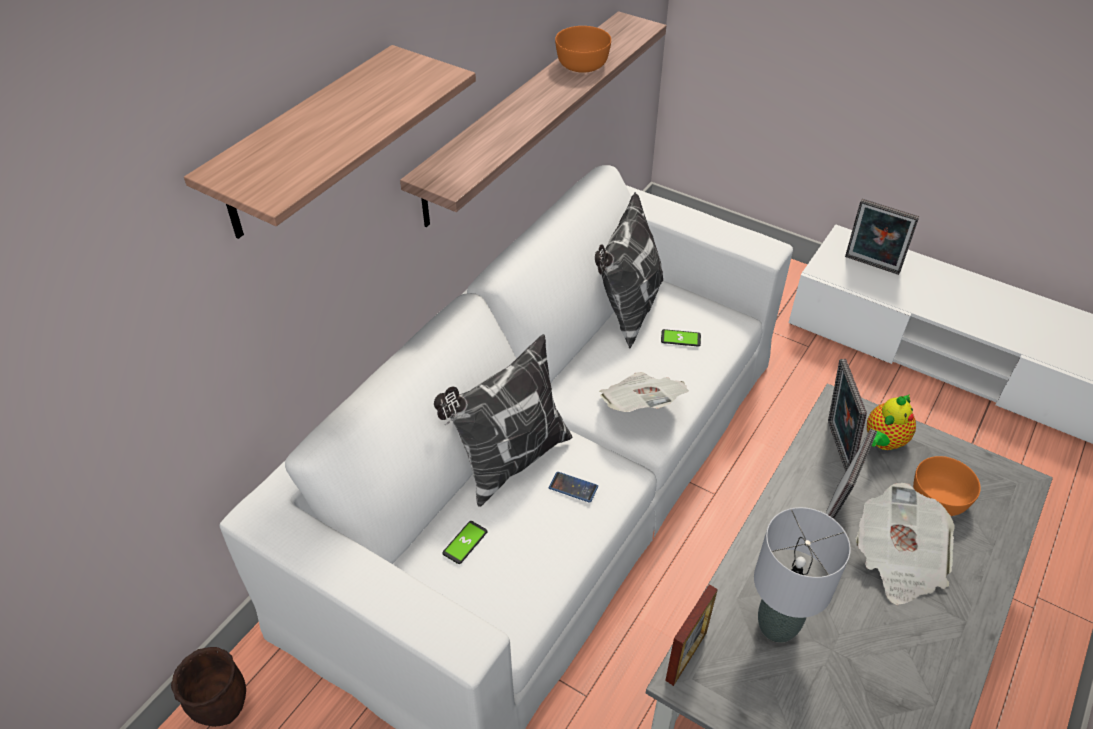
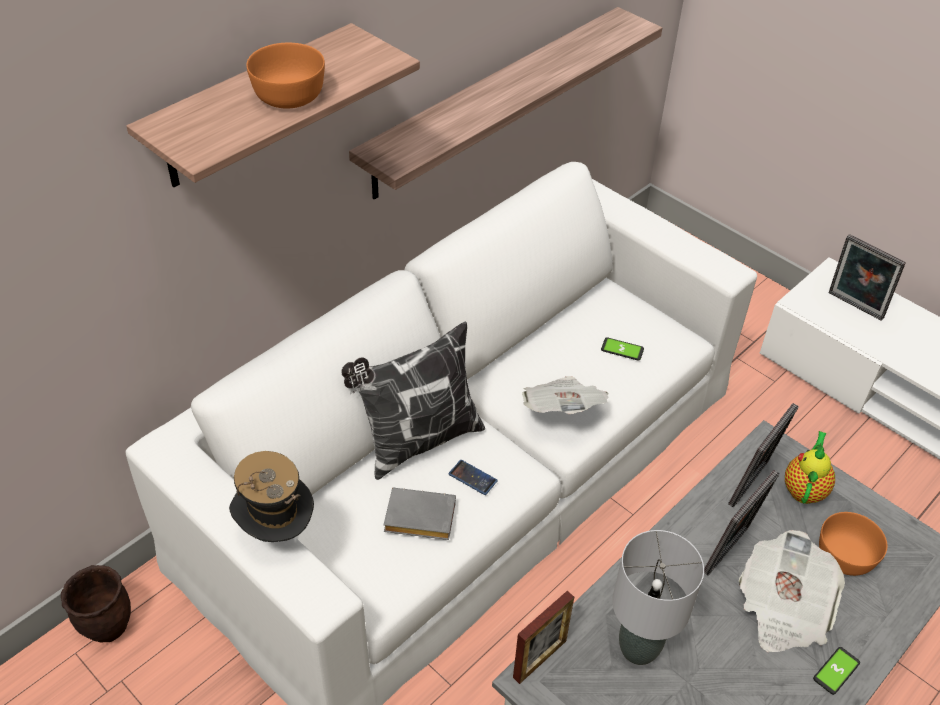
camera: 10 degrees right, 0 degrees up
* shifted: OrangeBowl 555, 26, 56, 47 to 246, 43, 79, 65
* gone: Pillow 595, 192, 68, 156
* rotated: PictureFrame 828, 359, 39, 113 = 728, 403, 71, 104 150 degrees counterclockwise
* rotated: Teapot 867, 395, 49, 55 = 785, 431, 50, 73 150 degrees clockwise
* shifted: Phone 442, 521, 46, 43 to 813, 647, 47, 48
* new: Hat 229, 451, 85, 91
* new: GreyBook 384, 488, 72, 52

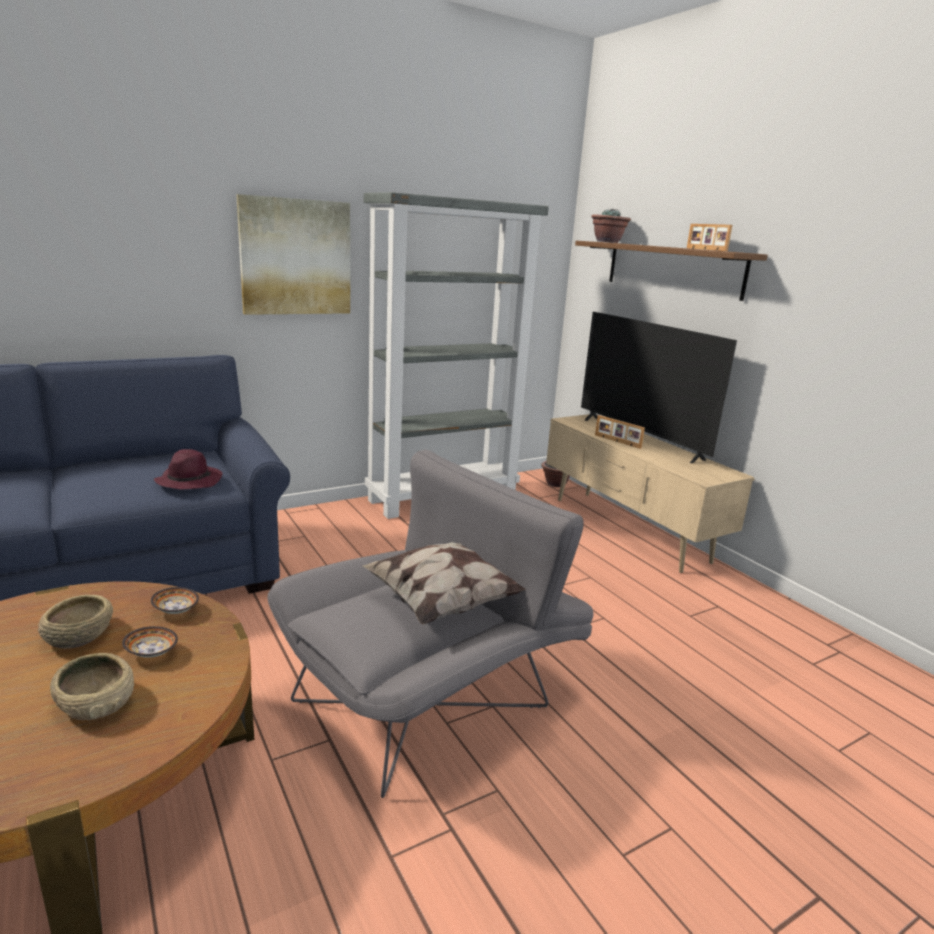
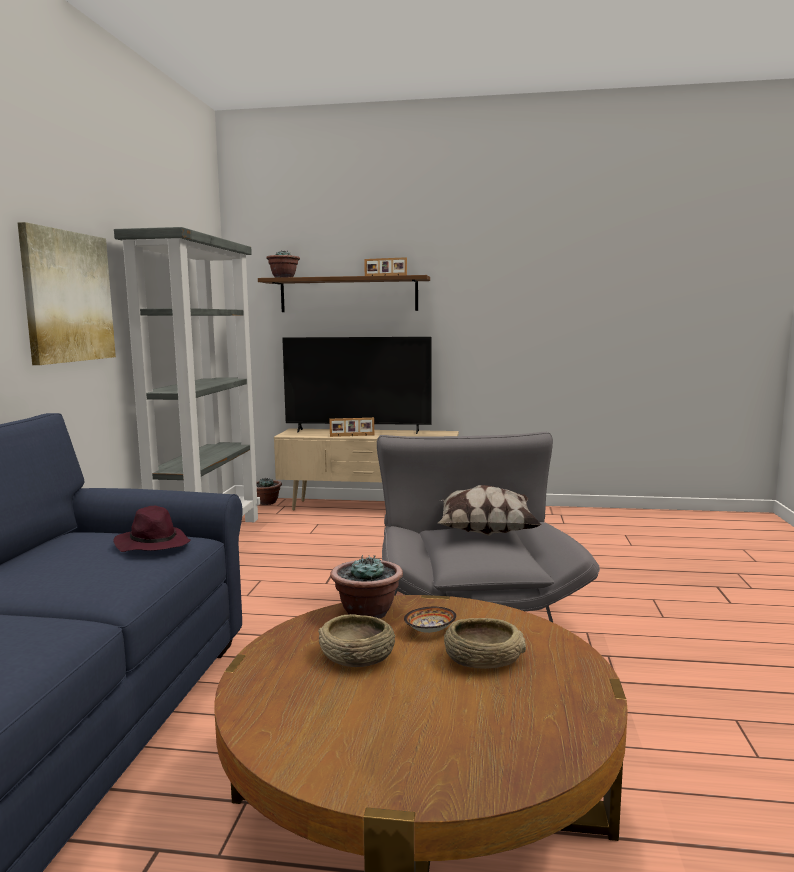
camera: 50 degrees left, 10 degrees down
* swapped: Bowl 151, 587, 48, 27 to PottedPlant 330, 555, 73, 64

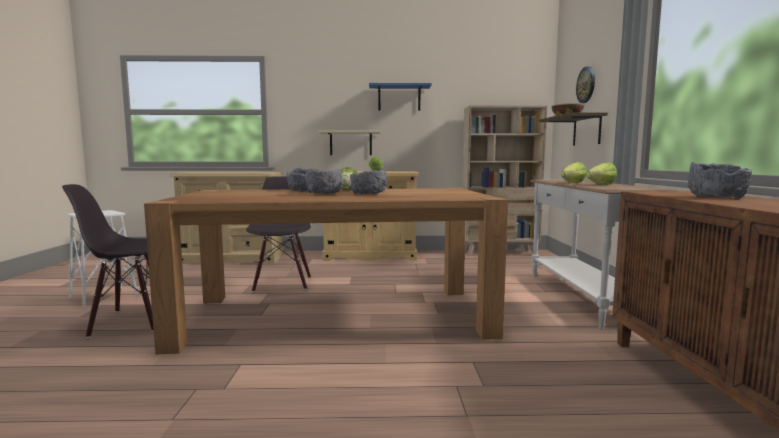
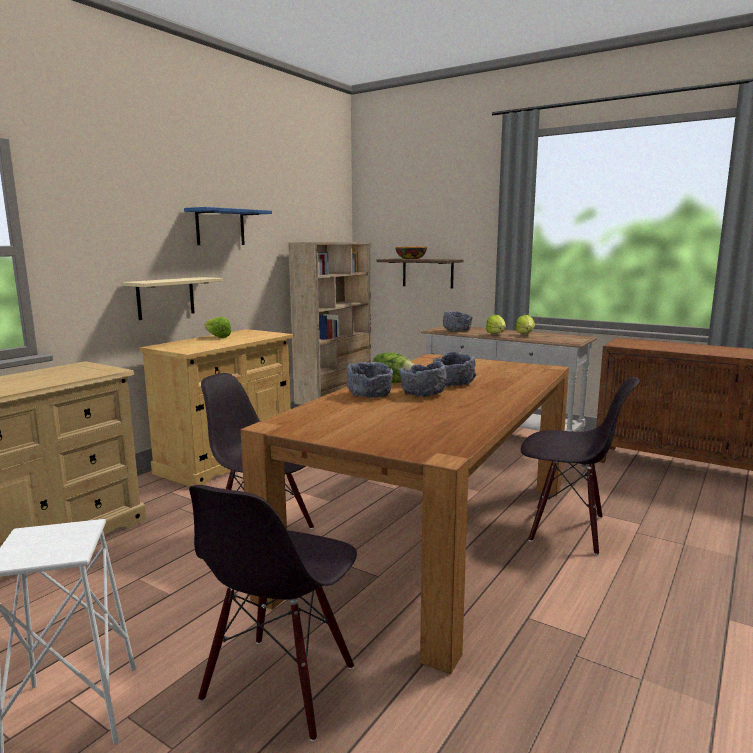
camera: 55 degrees left, 5 degrees up
* gone: WallClock 576, 67, 19, 36
* shifted: GreyBowl 688, 162, 64, 36 to 443, 311, 30, 20
* new: BlackChair 521, 377, 119, 178

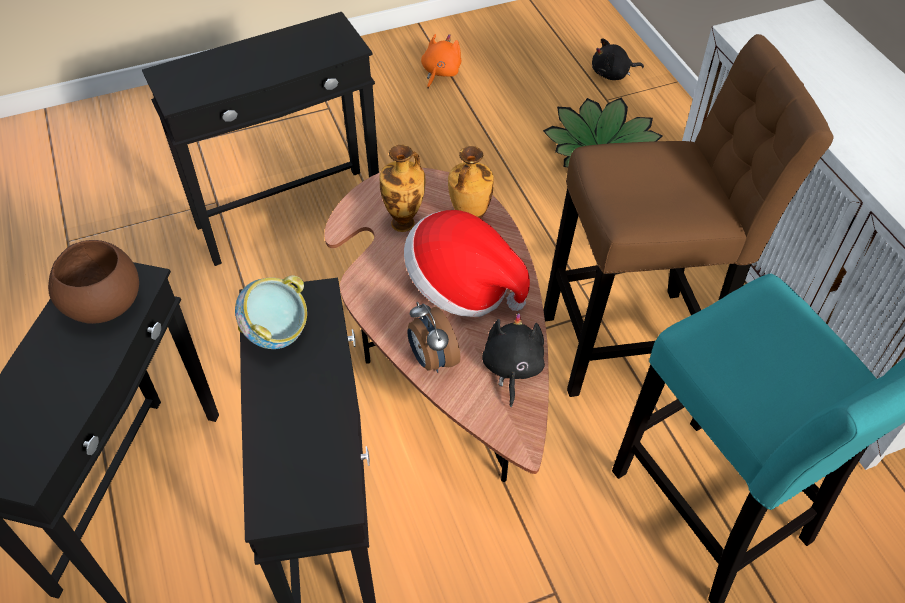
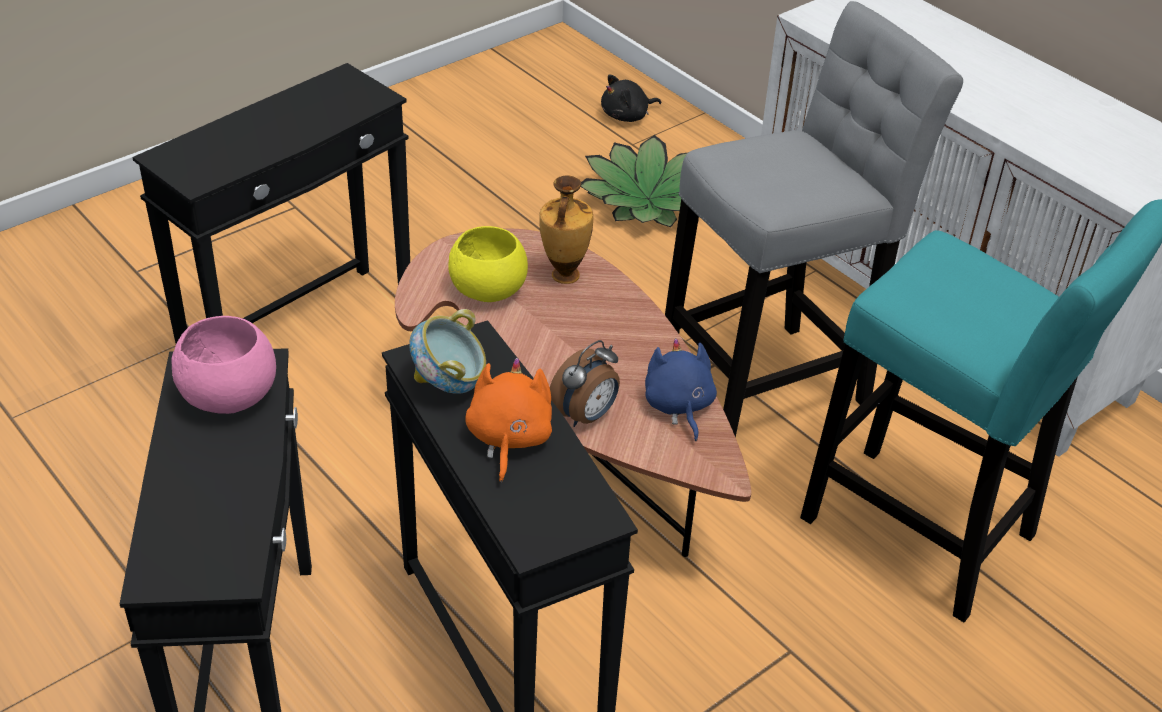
camera: 20 degrees left, 10 degrees down
* shifted: OrangePlushToy 421, 34, 41, 55 to 465, 358, 87, 125
* repainted: BrownStool 543, 34, 291, 363 to GreyStool 665, 1, 298, 436
* swapped: Vase 379, 145, 46, 87 to YellowBowl 448, 226, 80, 76
* gone: Hat 404, 210, 126, 107
* repainted: BrownBowl 48, 240, 91, 84 to PinkBowl 171, 316, 105, 98
* rotated: AlarmClock 407, 302, 54, 71 = 550, 340, 70, 87 90 degrees counterclockwise
* repainted: BlackPlushToy 482, 313, 63, 94 to BluePlushToy 645, 338, 72, 103

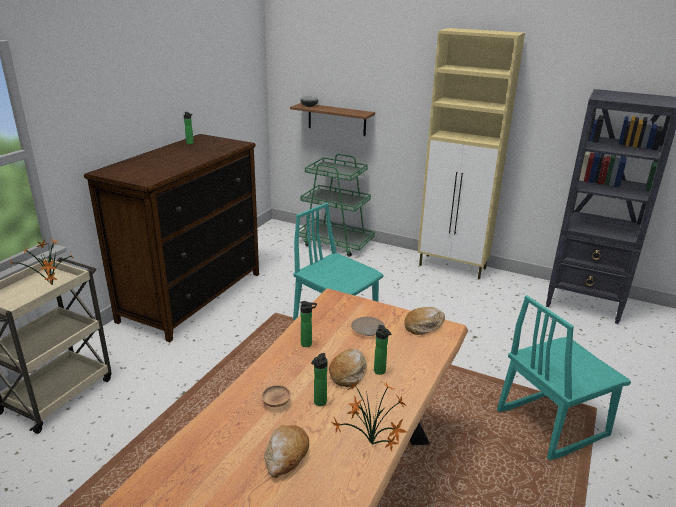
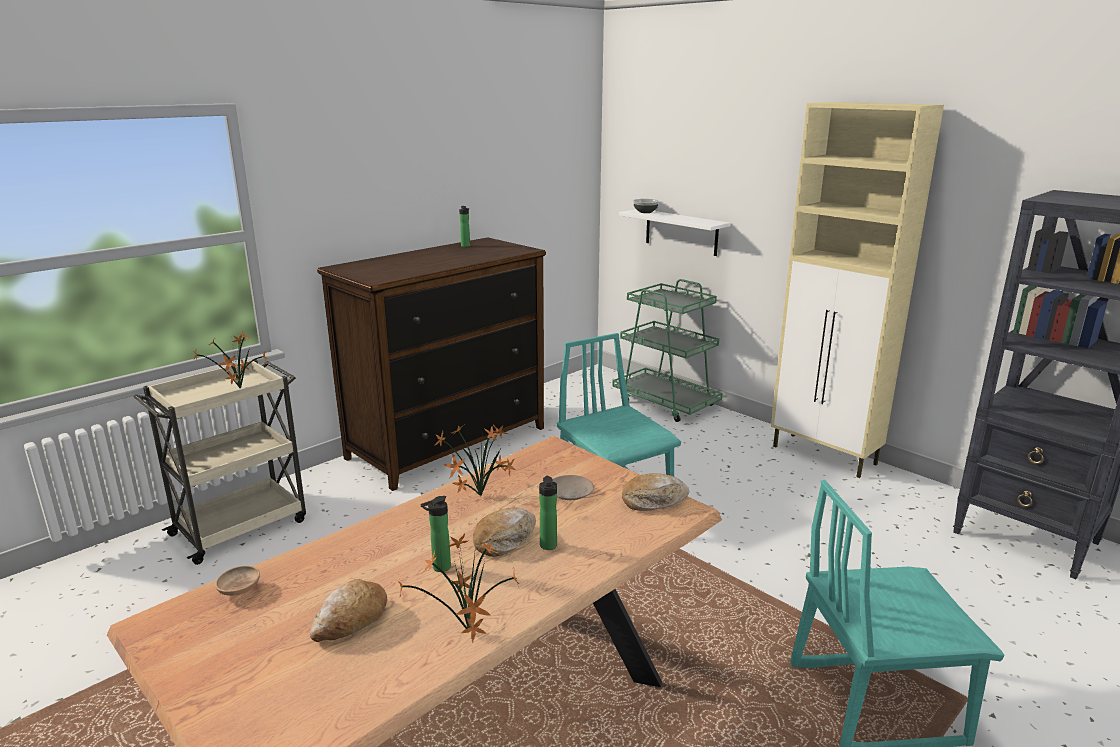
camera: 20 degrees right, 5 degrees down
* repainted: BrownShelf 290, 103, 85, 33 to WhiteShelf 619, 209, 112, 47
* swapped: Bottle 300, 301, 17, 46 to PottedPlant 434, 423, 82, 74
* shifted: BrownBowl 261, 385, 30, 22 to 215, 566, 45, 30

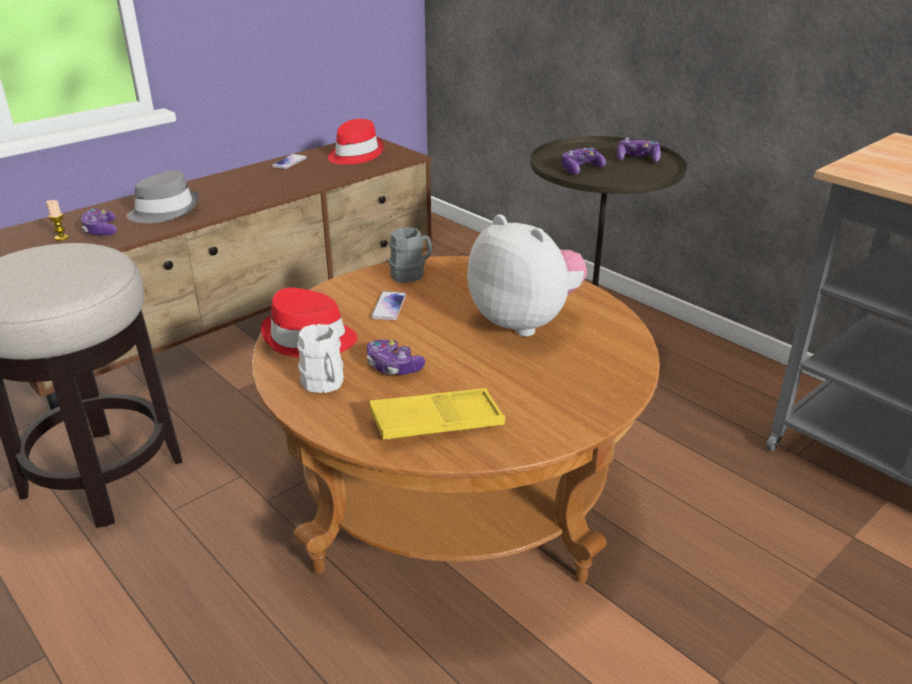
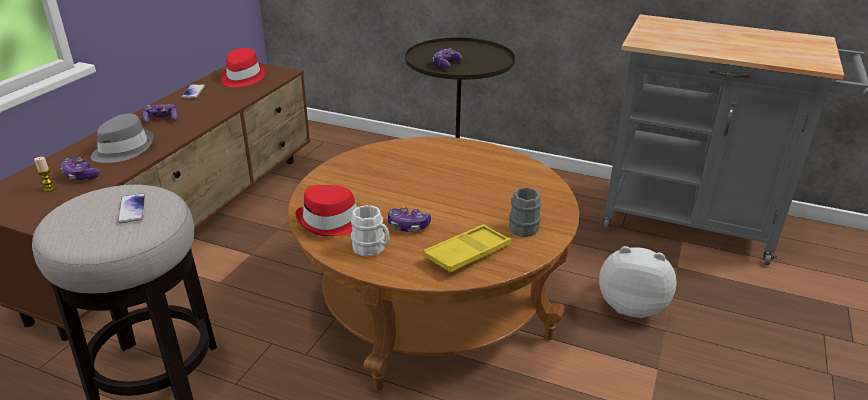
camera: 25 degrees left, 0 degrees up
* shifted: GameController 617, 138, 44, 24 to 142, 104, 36, 19
* shifted: PlushToy 467, 214, 120, 123 to 599, 246, 78, 72
* shifted: GreyMug 389, 227, 43, 56 to 509, 187, 32, 50
* shifted: Phone 371, 291, 35, 29 to 118, 193, 28, 31

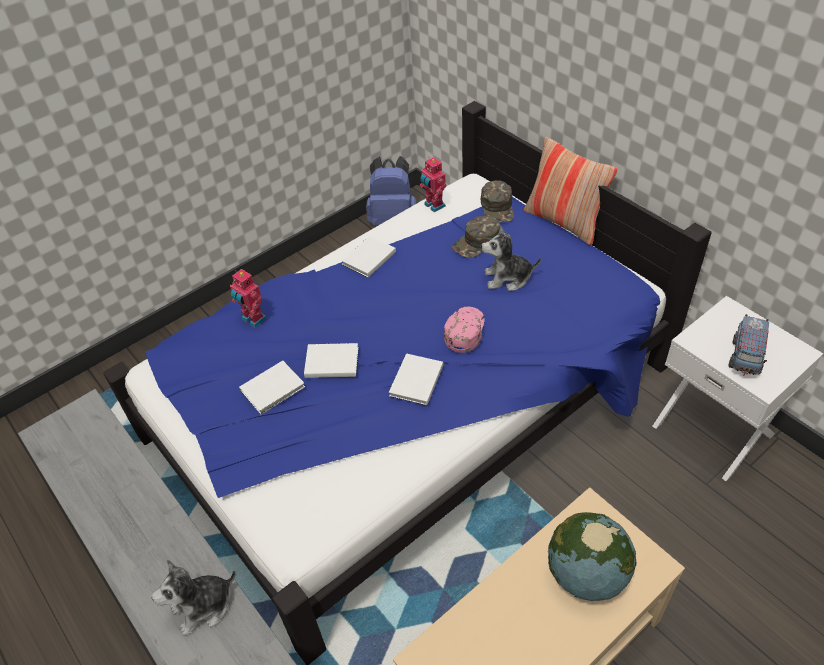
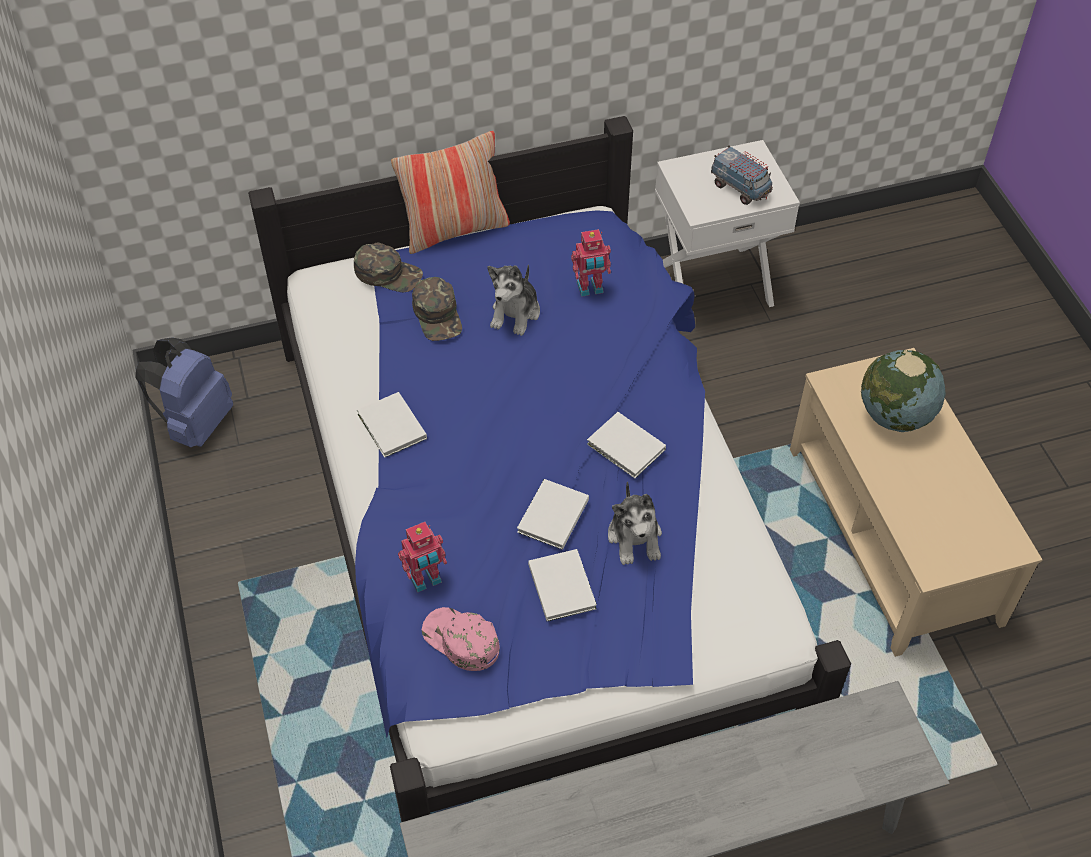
camera: 70 degrees left, 5 degrees up
* shifted: ToyRobot 420, 157, 26, 55 to 571, 229, 40, 68
* shifted: PinkCap 444, 307, 41, 46 to 421, 607, 79, 64
* shifted: PlushToy 151, 560, 85, 76 to 608, 481, 54, 84

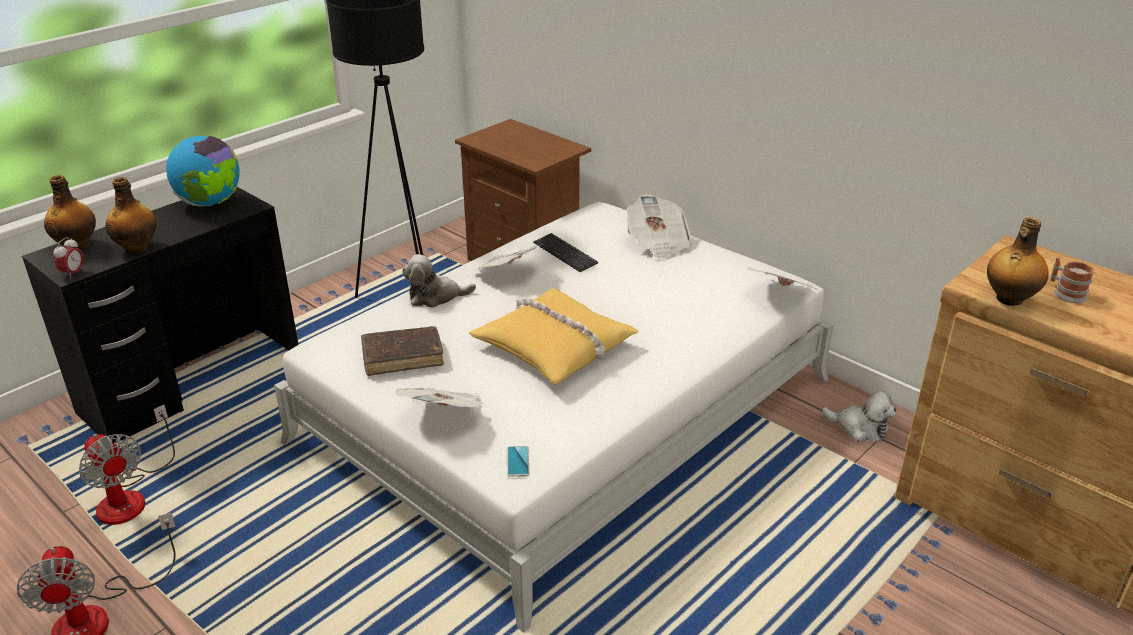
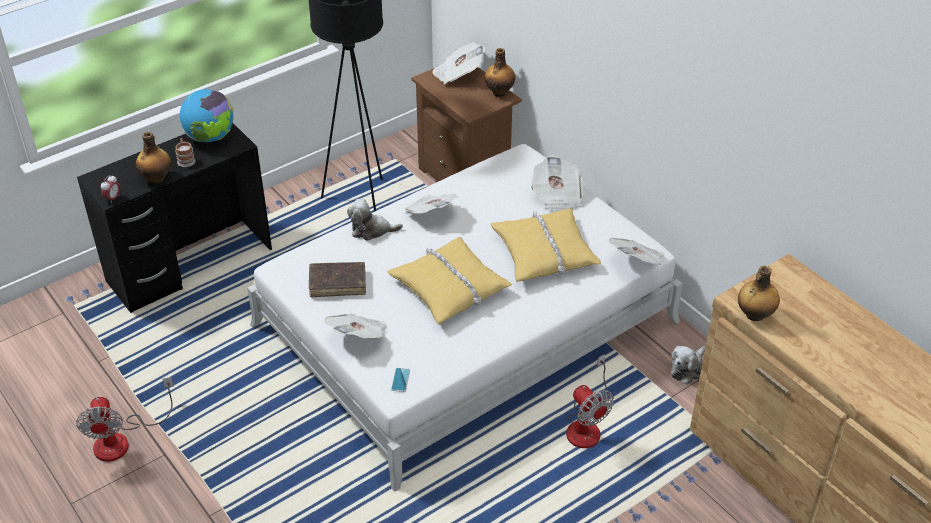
camera: 10 degrees right, 10 degrees up
* shifted: Bottle 44, 175, 52, 75 to 485, 48, 30, 49
* gone: Keyboard 534, 233, 64, 39
* shifted: Mug 1050, 257, 44, 46 to 175, 138, 21, 29
* rotated: PlushToy 822, 391, 74, 51 = 670, 346, 36, 39 90 degrees clockwise
* shifted: Fan 79, 404, 96, 121 to 566, 354, 48, 94
* new: Newspaper 432, 42, 54, 42
* new: YellowPillow 491, 209, 110, 73

